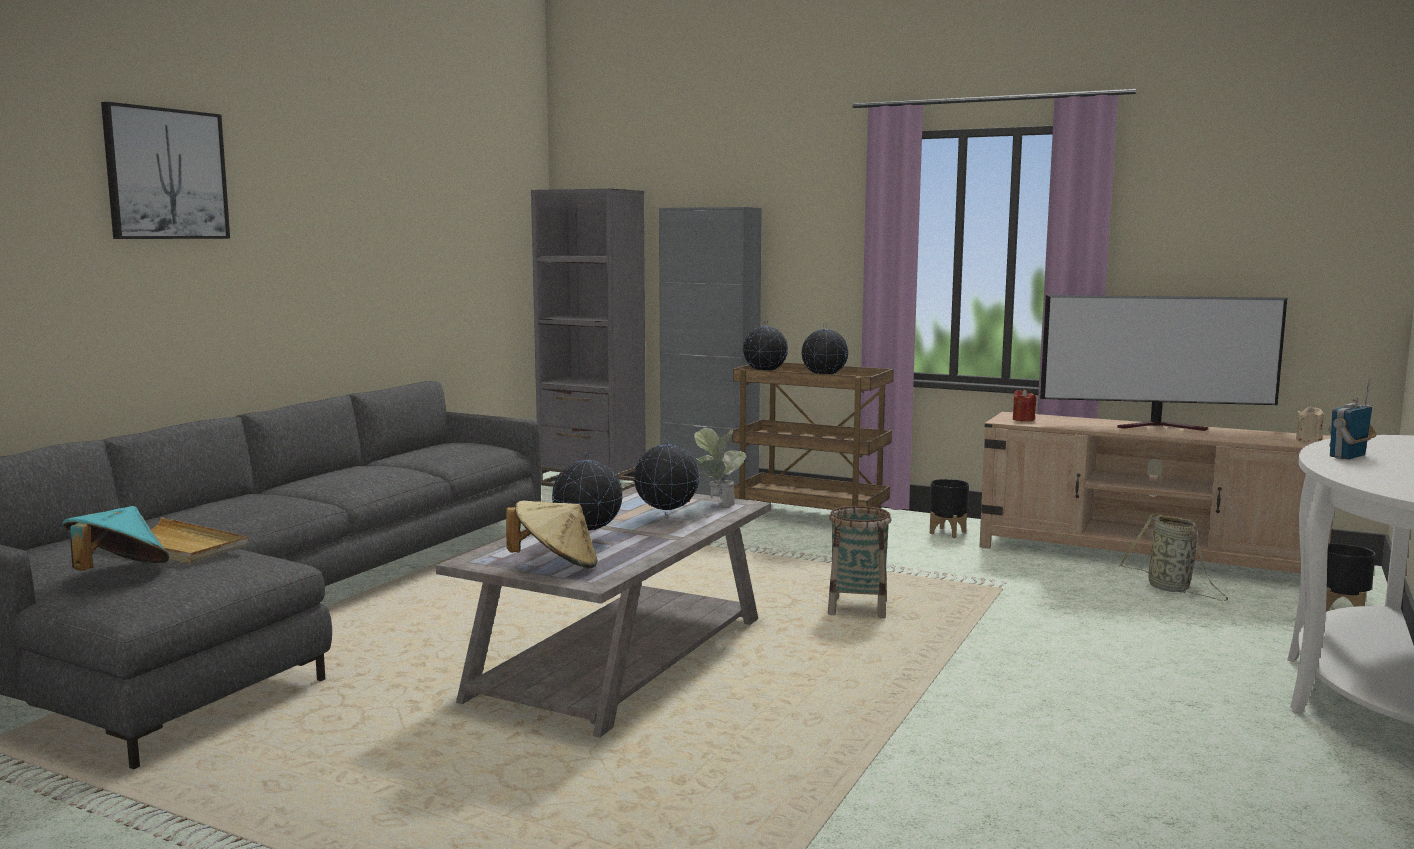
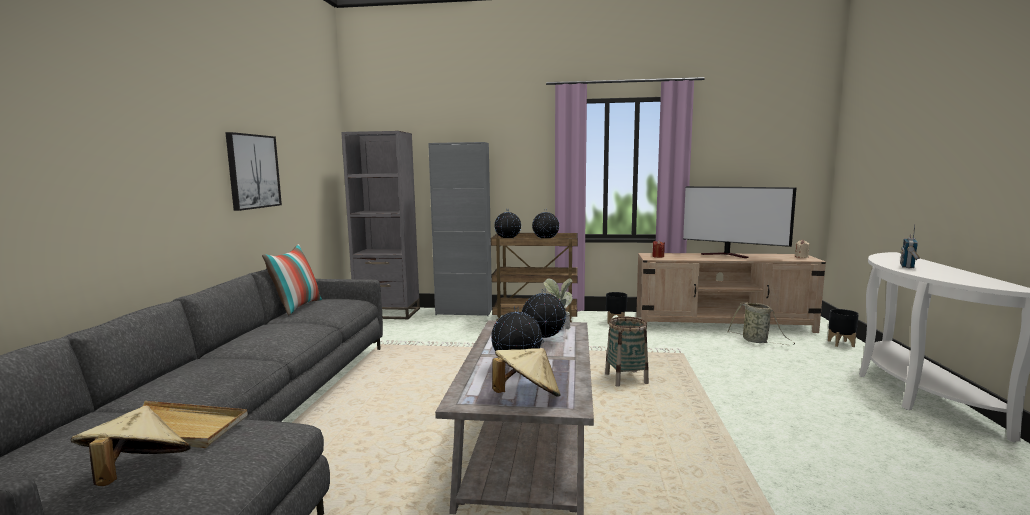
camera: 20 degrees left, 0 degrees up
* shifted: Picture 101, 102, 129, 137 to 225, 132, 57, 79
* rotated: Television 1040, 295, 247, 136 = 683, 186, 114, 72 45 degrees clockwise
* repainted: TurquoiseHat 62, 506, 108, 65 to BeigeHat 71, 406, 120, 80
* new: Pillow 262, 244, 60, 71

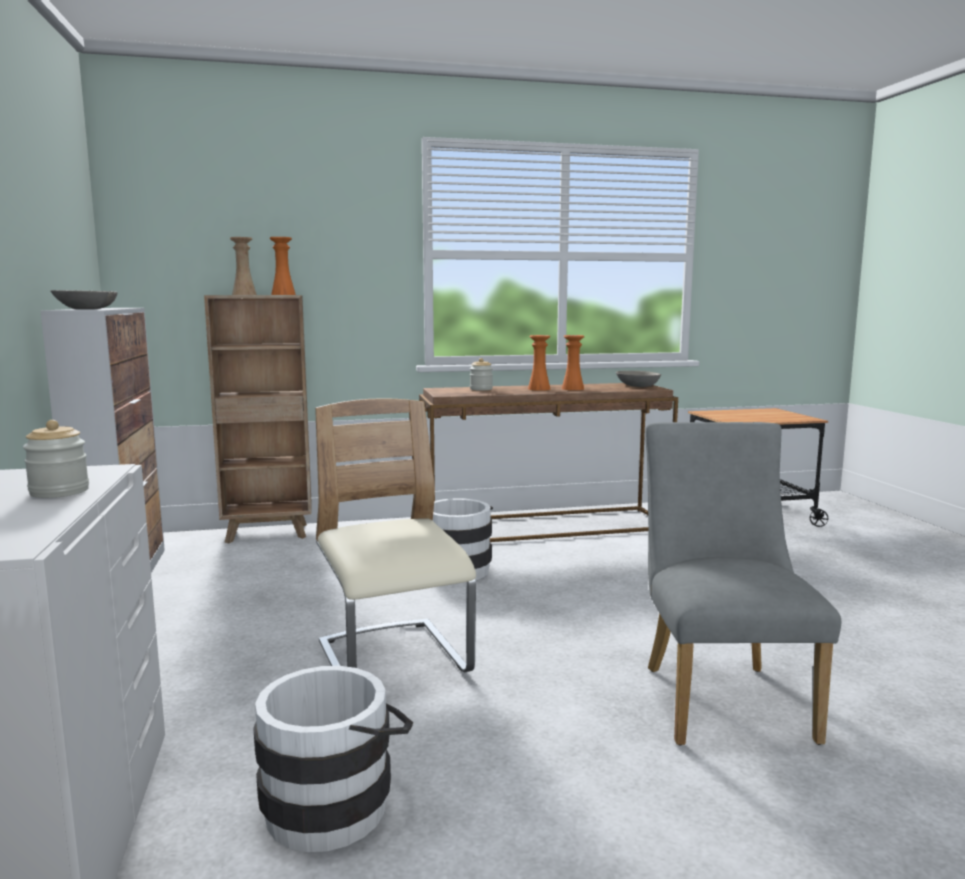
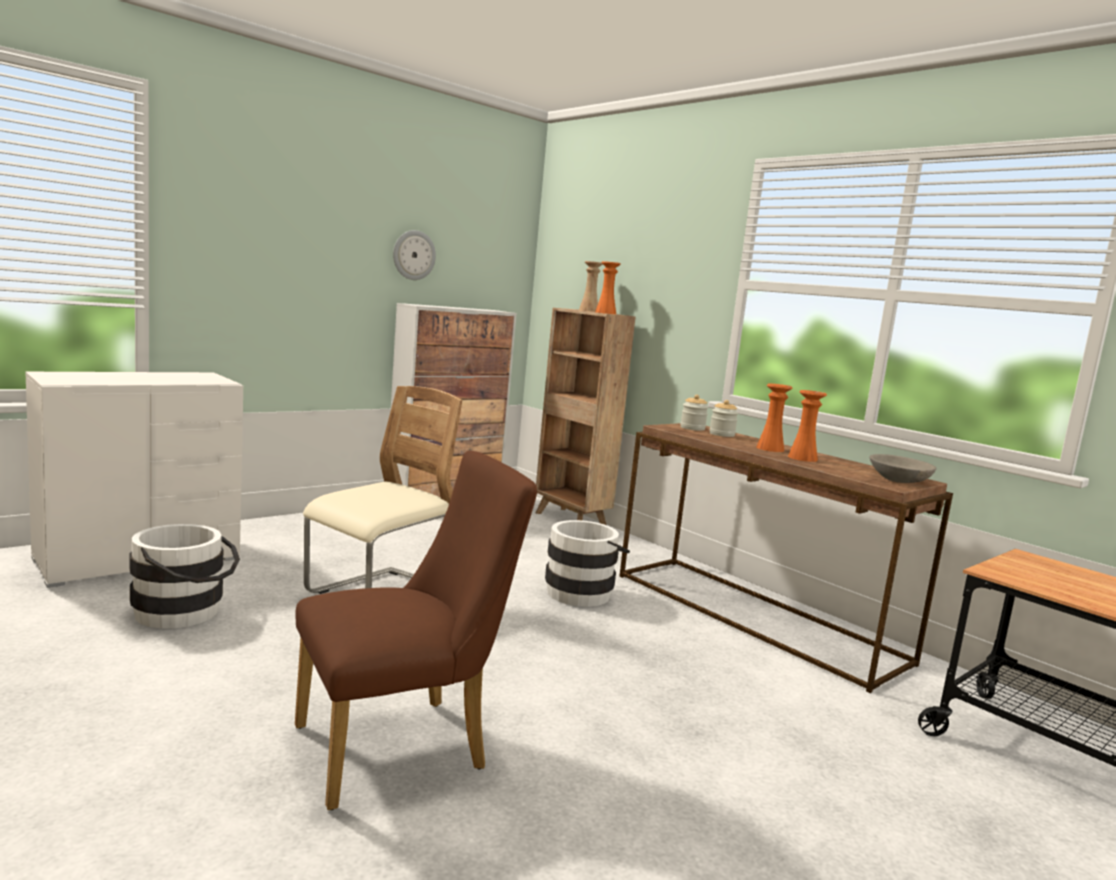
camera: 60 degrees right, 0 degrees up
* gone: GreyBowl 50, 290, 68, 19
* shifted: Jar 23, 420, 66, 78 to 680, 395, 28, 36
* repainted: GreyChair 646, 422, 195, 323 to BrownChair 295, 451, 242, 359
* new: WallClock 393, 230, 43, 50

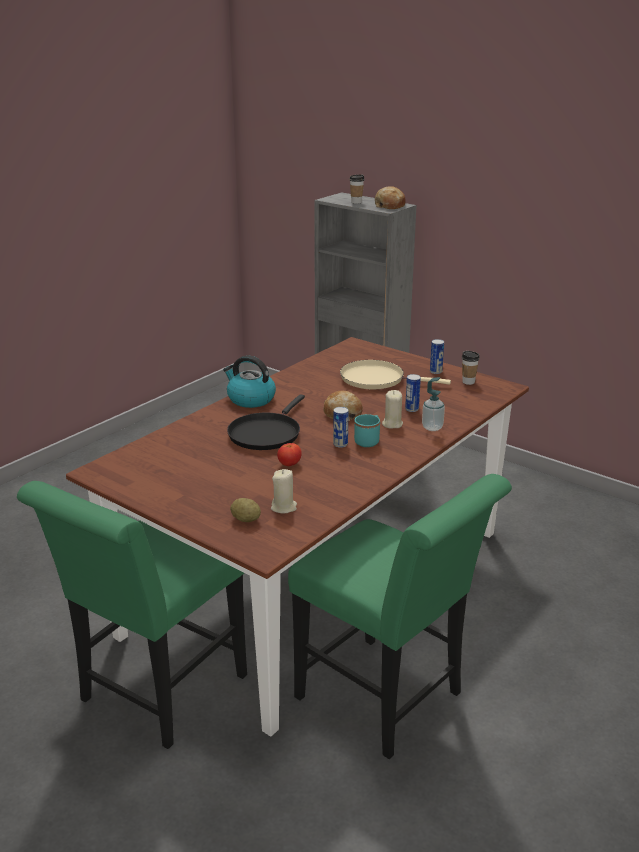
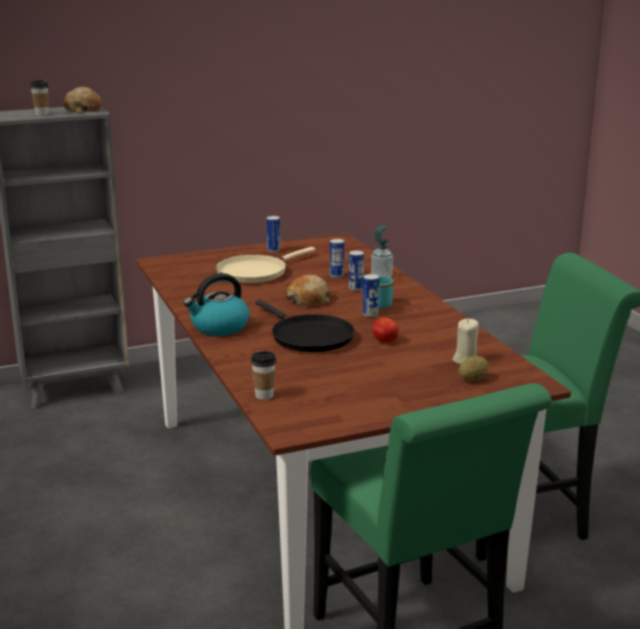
camera: 60 degrees left, 5 degrees down
* shifted: Cup 462, 351, 18, 34 to 251, 351, 25, 49
* swapped: BeigeCandle 382, 390, 21, 39 to Can 349, 250, 15, 41

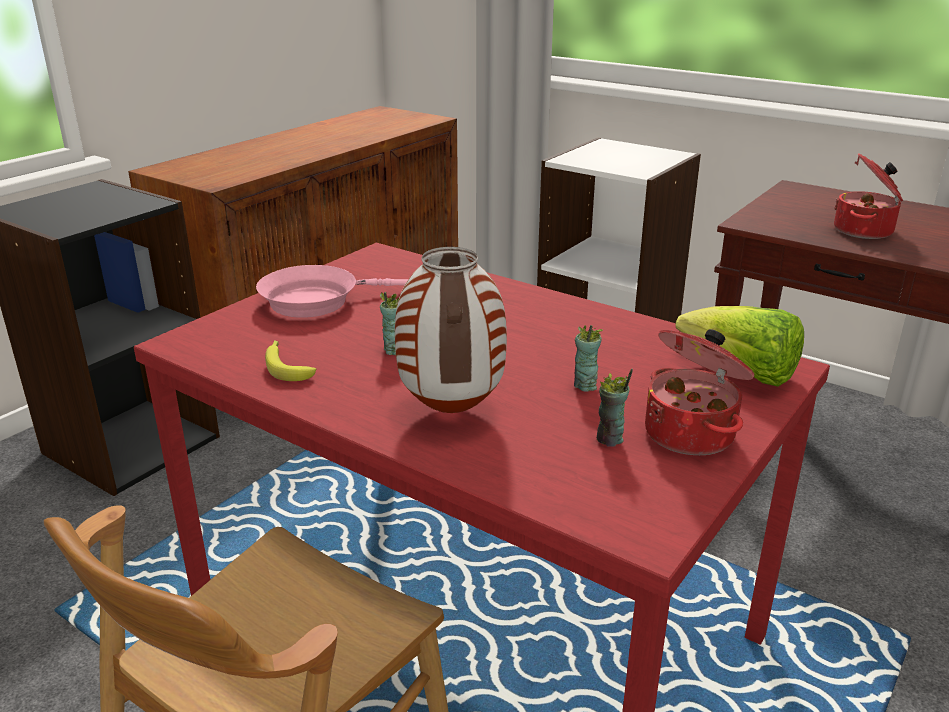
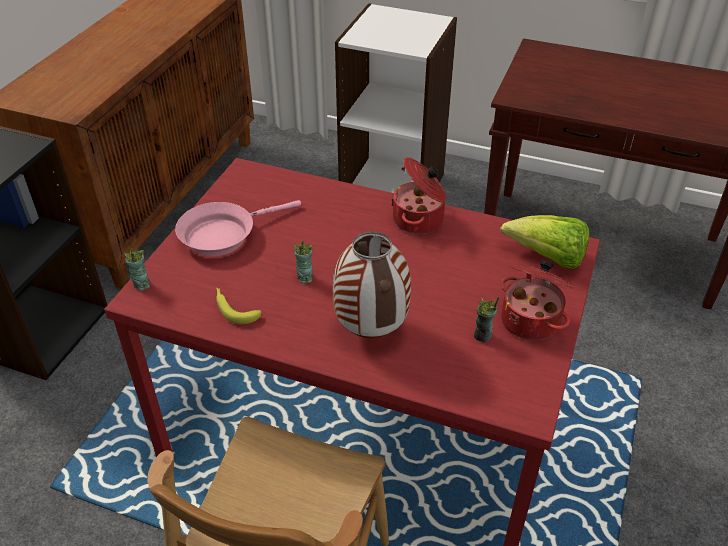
camera: 15 degrees left, 15 degrees up
* shifted: CookingPot 834, 154, 69, 85 to 391, 157, 55, 77
* shifted: Cup 574, 325, 29, 67 to 125, 248, 25, 43

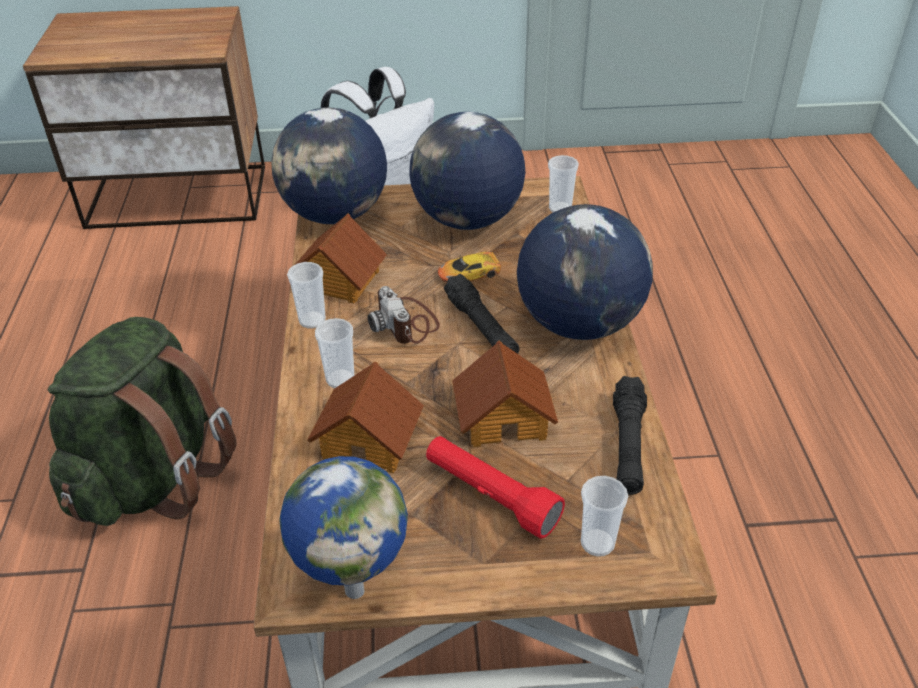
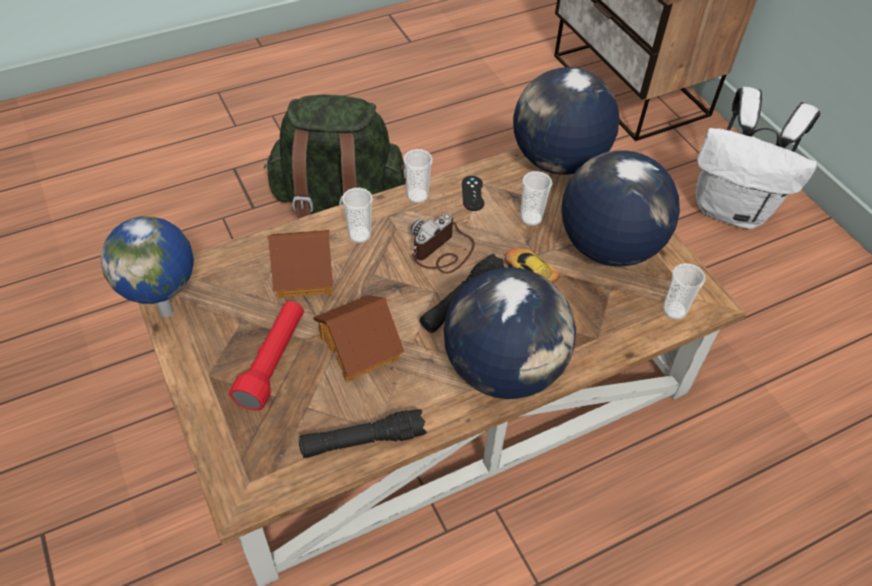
camera: 65 degrees right, 10 degrees up
* swapped: ToyHouse 295, 214, 92, 90 to BlackGameController 462, 176, 22, 35
* shifted: Cup 581, 476, 47, 81 to 520, 171, 32, 55

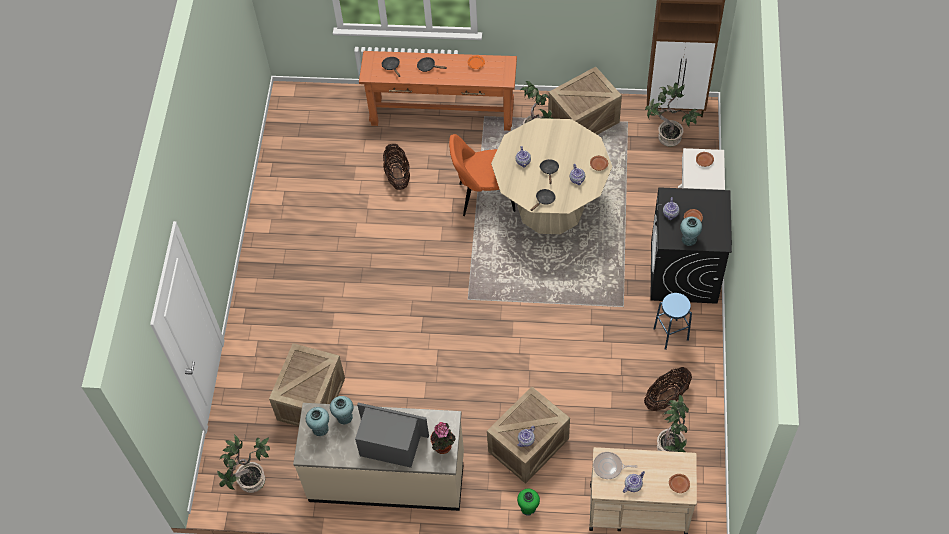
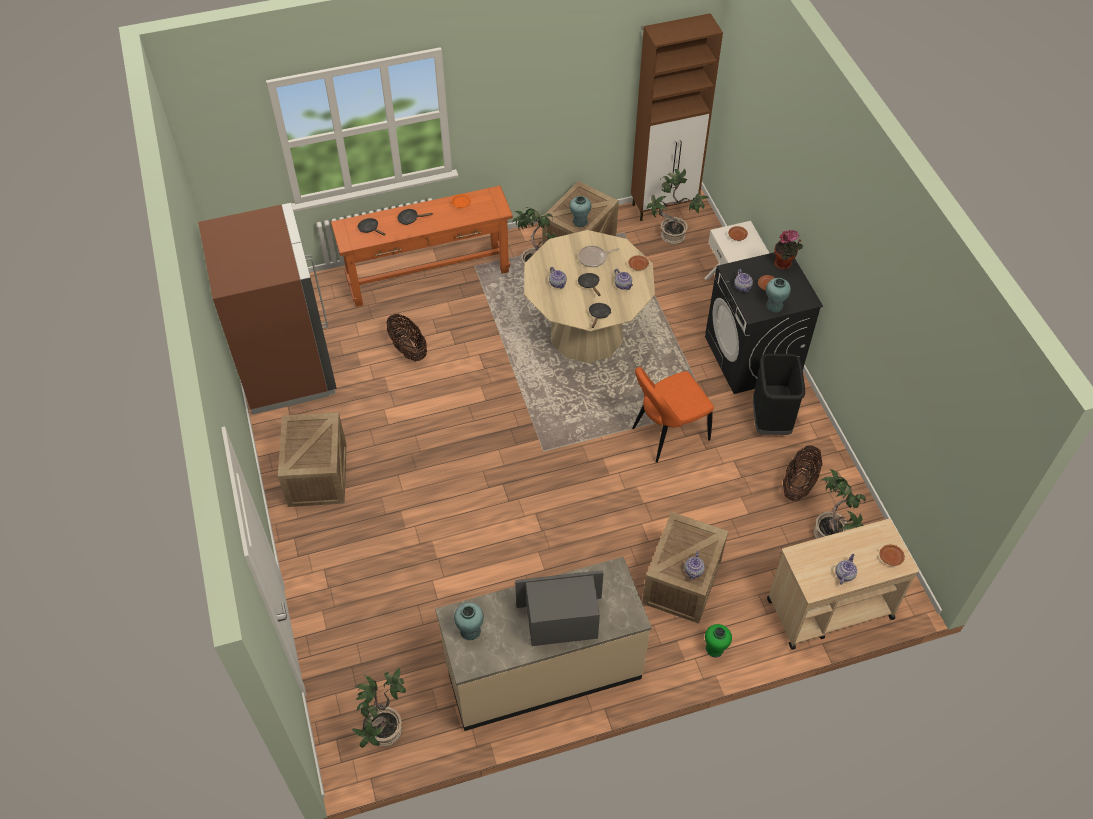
camera: 25 degrees left, 5 degrees down
* shifted: OrangeChair 449, 134, 66, 82 to 632, 367, 82, 96
* swapped: BlueStool 654, 293, 38, 57 to BlackTrashCan 753, 354, 52, 81
* shifted: Crate 269, 343, 76, 83 to 278, 412, 69, 95
* shifted: TurquoiseVase 330, 396, 23, 28 to 570, 196, 21, 31
* shifted: PottedPlant 431, 422, 25, 32 to 774, 229, 29, 40
* shifted: FryingPan 593, 452, 45, 27 to 578, 246, 42, 21
* new: BrownFridge 198, 203, 139, 212

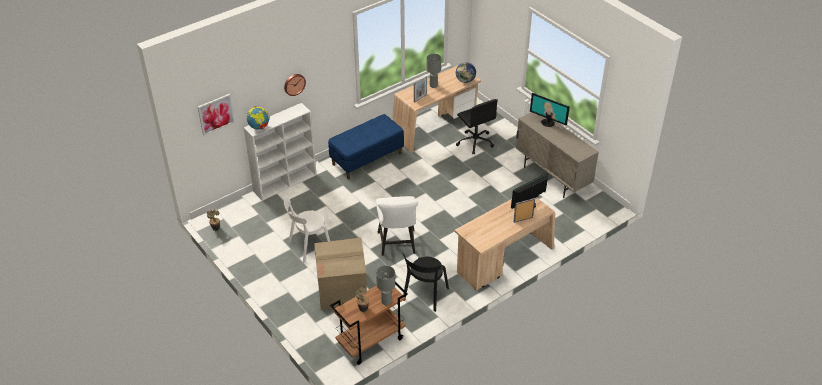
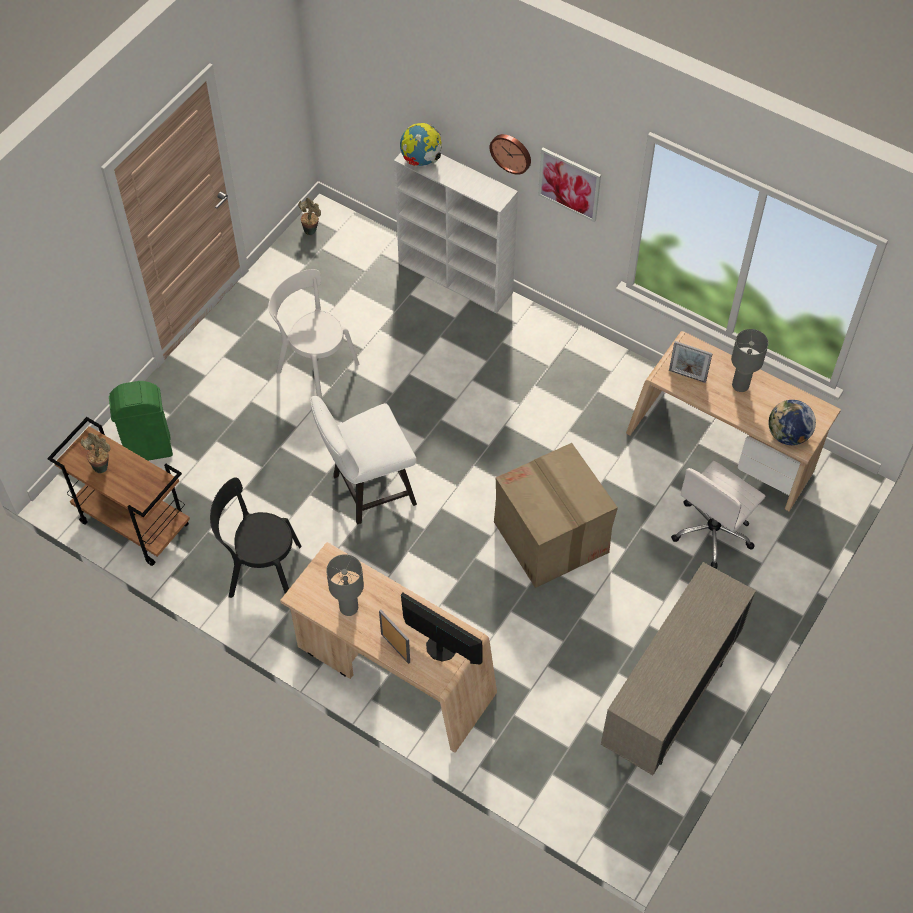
camera: 70 degrees right, 15 degrees up
* gone: Monitor 530, 93, 40, 34
* shifted: Picture 198, 94, 37, 41 to 538, 148, 63, 74
* repainted: BlackOfficeChair 456, 99, 42, 55 to WhiteOfficeChair 671, 461, 94, 108
* gone: BlueBench 328, 114, 76, 65
* shifted: CardboardBox 314, 238, 53, 72 to 494, 443, 124, 145
* shifted: GreyTableLamp 376, 266, 19, 39 to 326, 554, 38, 62
* new: GreenTrashCan 109, 381, 64, 80

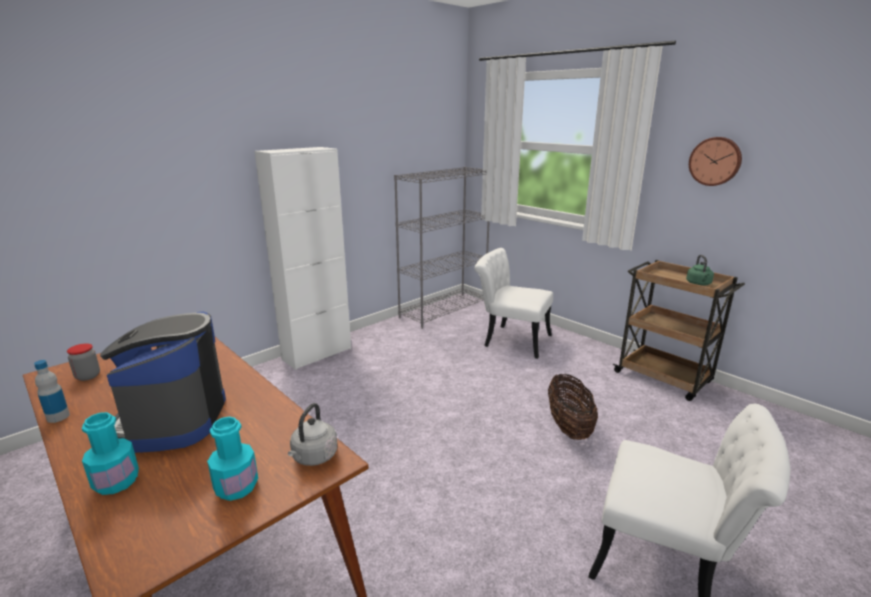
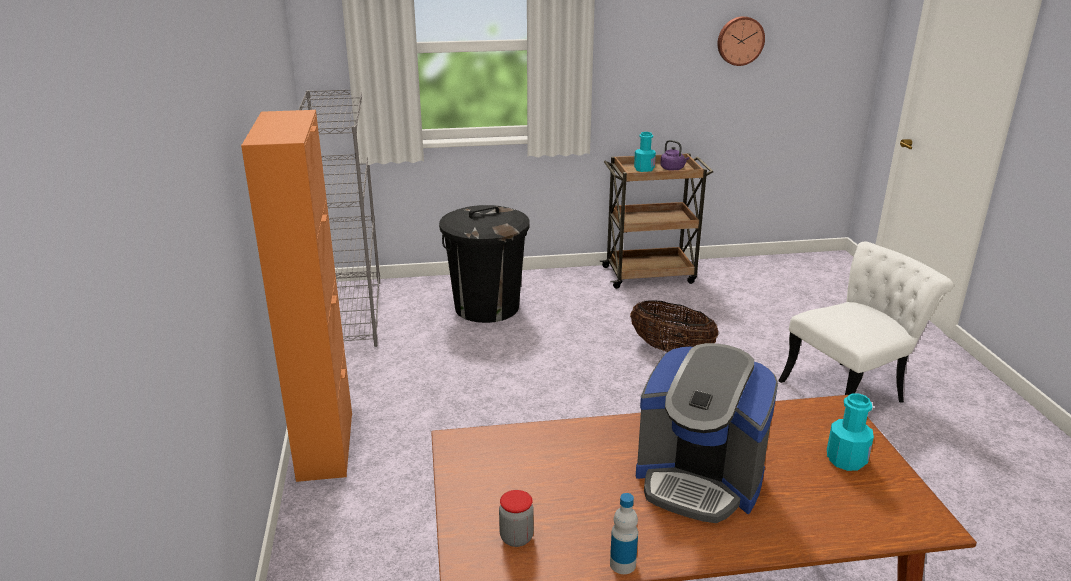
camera: 55 degrees left, 5 degrees up
* shifted: WallClock 689, 137, 53, 49 to 718, 16, 47, 50
* repainted: WhiteCabinet 255, 147, 96, 223 to OrangeCabinet 241, 110, 111, 372
* swapped: WhiteChair 474, 248, 79, 111 to BlackTrashCan 439, 205, 91, 118
* repainted: GreenKettle 686, 255, 28, 31 to PurpleKettle 660, 140, 29, 31
* gone: GreyKettle 288, 403, 49, 63
* shifted: TurquoiseBottle 82, 412, 57, 83 to 634, 132, 22, 40

